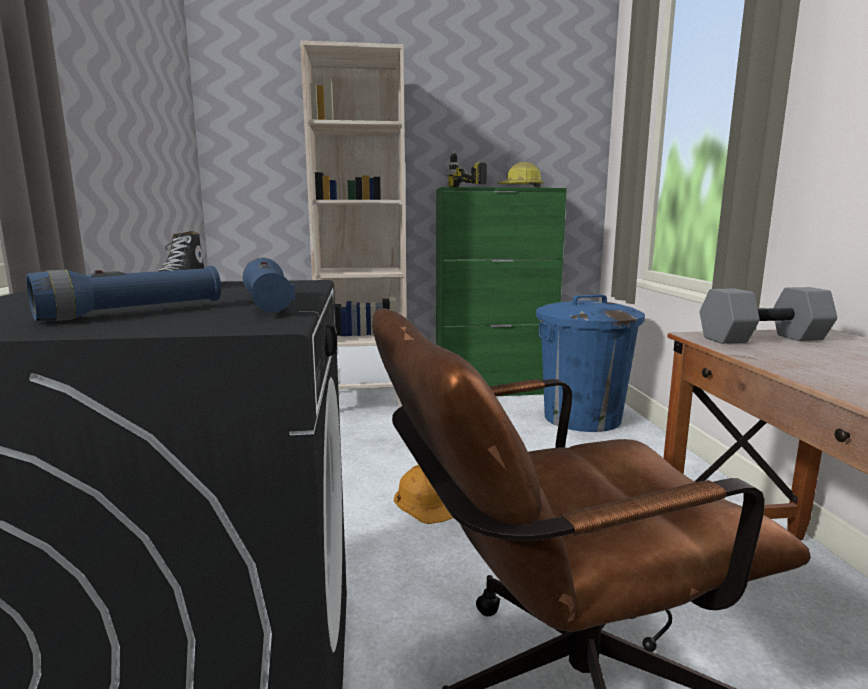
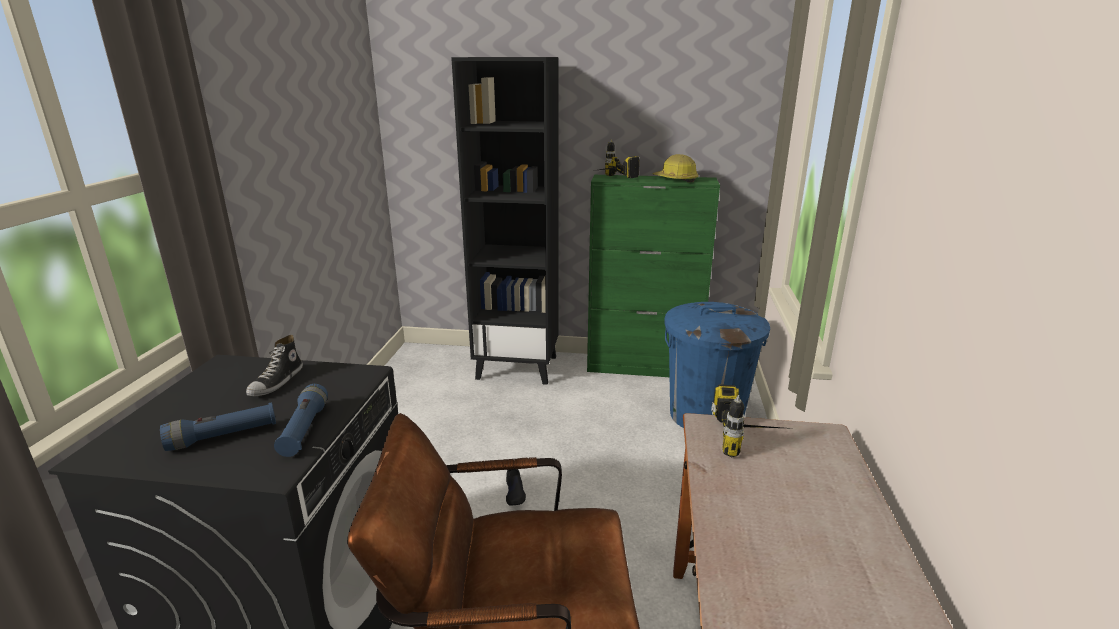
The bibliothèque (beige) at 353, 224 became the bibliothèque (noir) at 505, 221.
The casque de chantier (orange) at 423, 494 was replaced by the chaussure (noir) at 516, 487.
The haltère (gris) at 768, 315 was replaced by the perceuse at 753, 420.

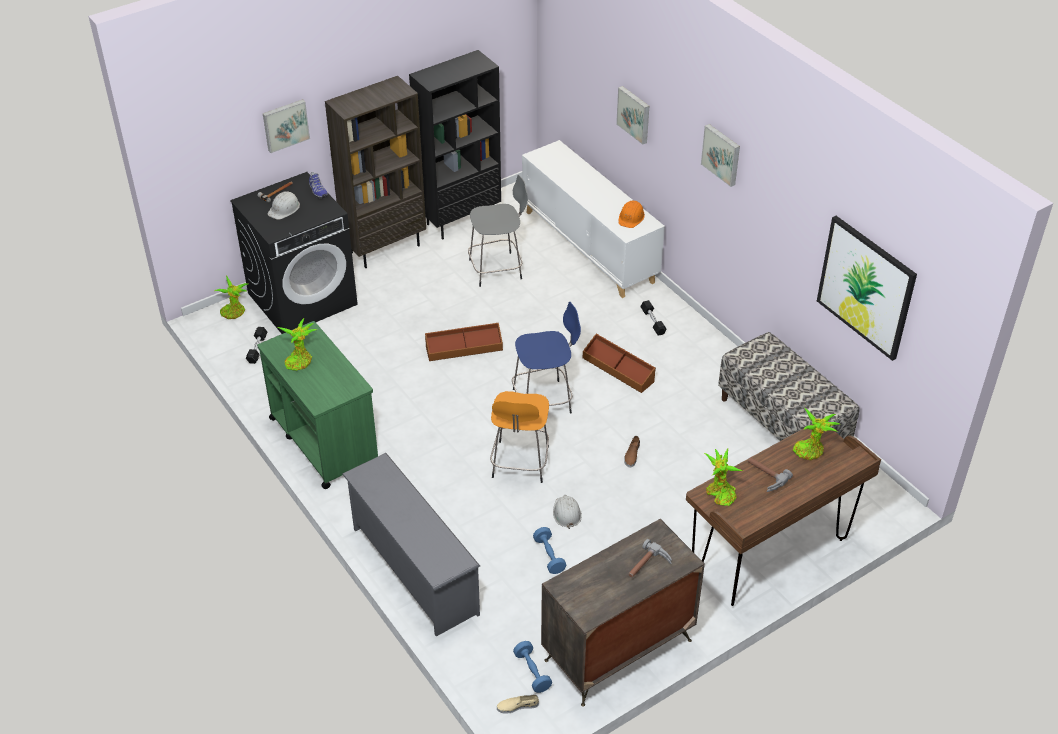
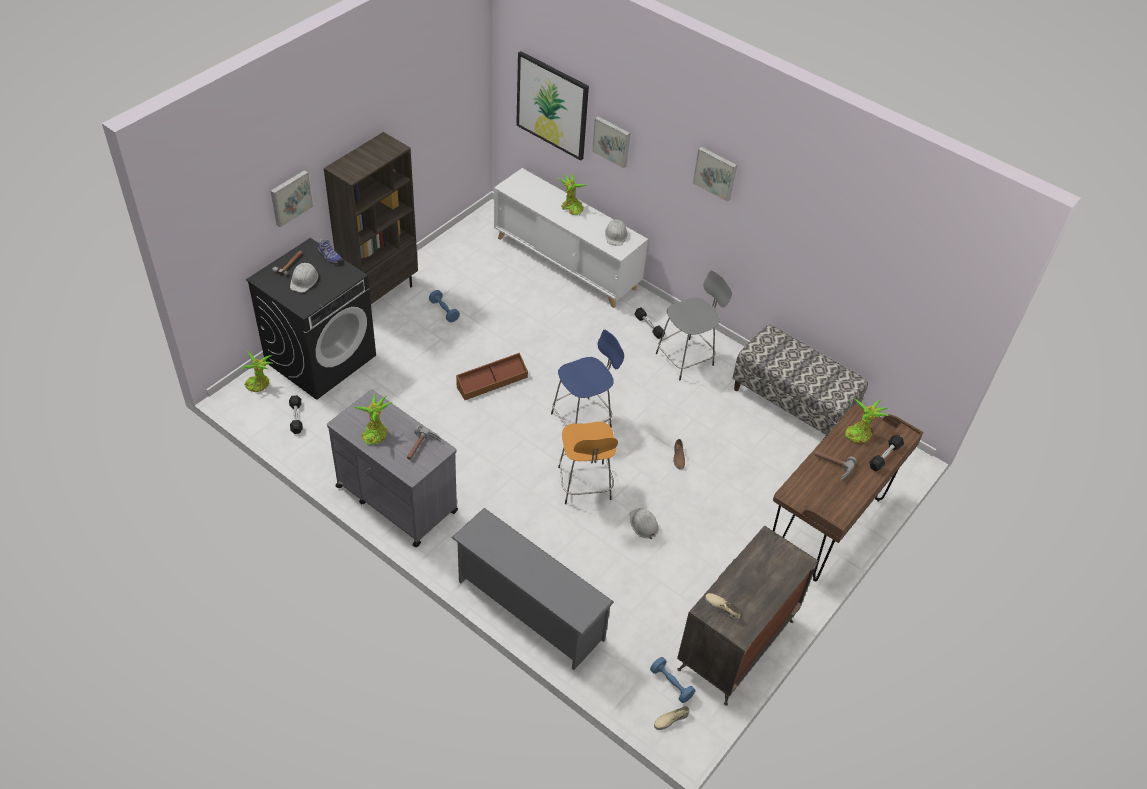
The chariot (vert) at 317, 405 became the chariot (gris) at 392, 468.
The bibliothèque (noir) at 455, 144 disappeared.
The tabouret (gris) moved from 498, 231 to 694, 325.
The haltère (bleu) moved from 549, 550 to 444, 306.
The boîte de rangement (marron) at 619, 363 disappeared.
The casque de chantier (orange) at 631, 214 became the casque de chantier (blanc) at 616, 232.
The marteau moved from 650, 558 to 424, 442.
The plante en pot moved from 723, 477 to 572, 194.
The tableau moved from 867, 288 to 552, 106.
The chaussure (beige) at 723, 607 appeared.
The haltère (noir) at 886, 453 appeared.

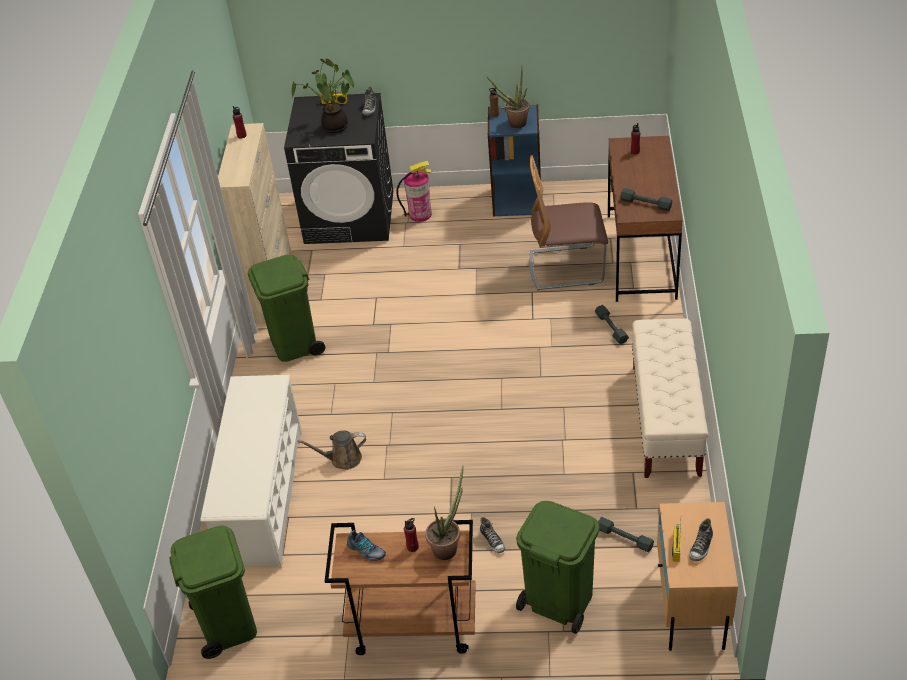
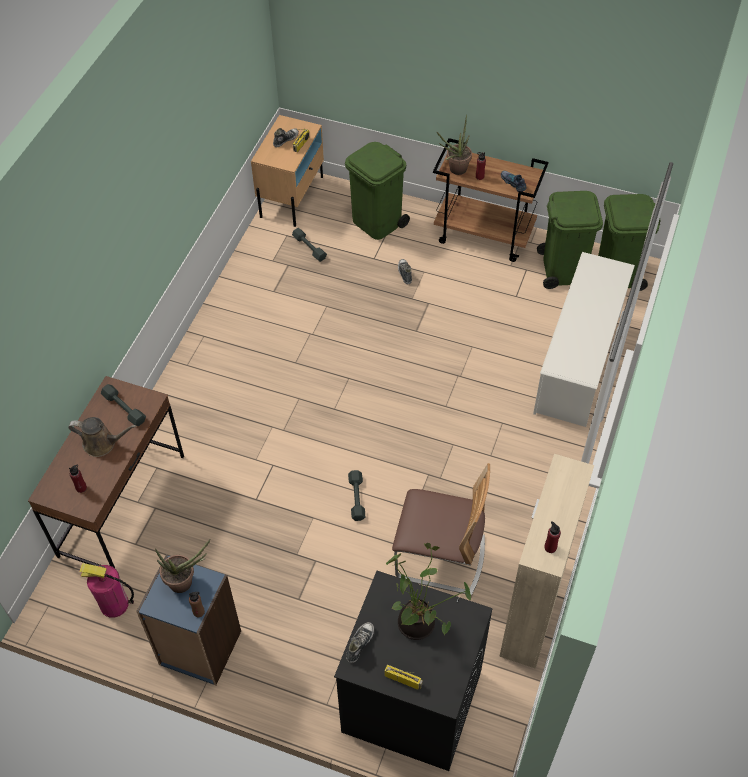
The poubelle (vert) moved from 286, 308 to 570, 240.
The arrosoir (marron) moved from 331, 450 to 102, 437.
The extincteur moved from 414, 191 to 106, 590.
The chaise moved from 568, 222 to 441, 529.
The haltère (gris) moved from 611, 324 to 356, 495.
The banc (beige) at 670, 398 disappeared.

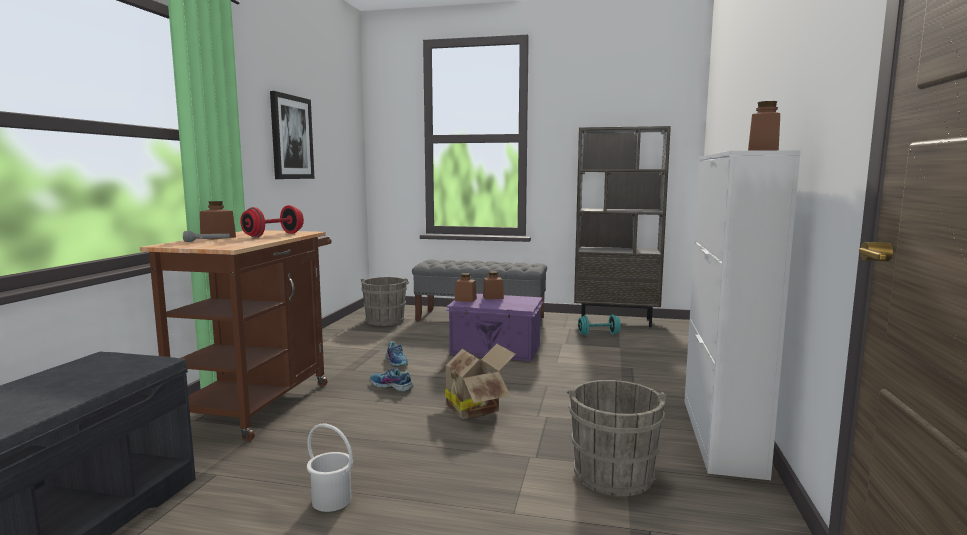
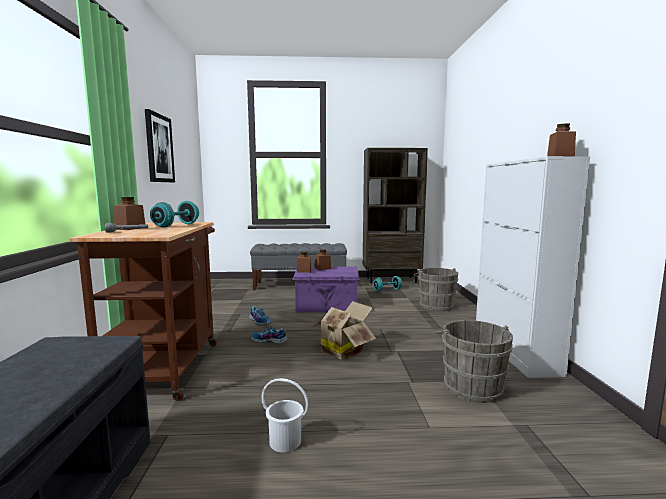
The haltère (rouge) at 272, 221 became the haltère (turquoise) at 174, 214.
The seau (gris) moved from 385, 301 to 436, 289.

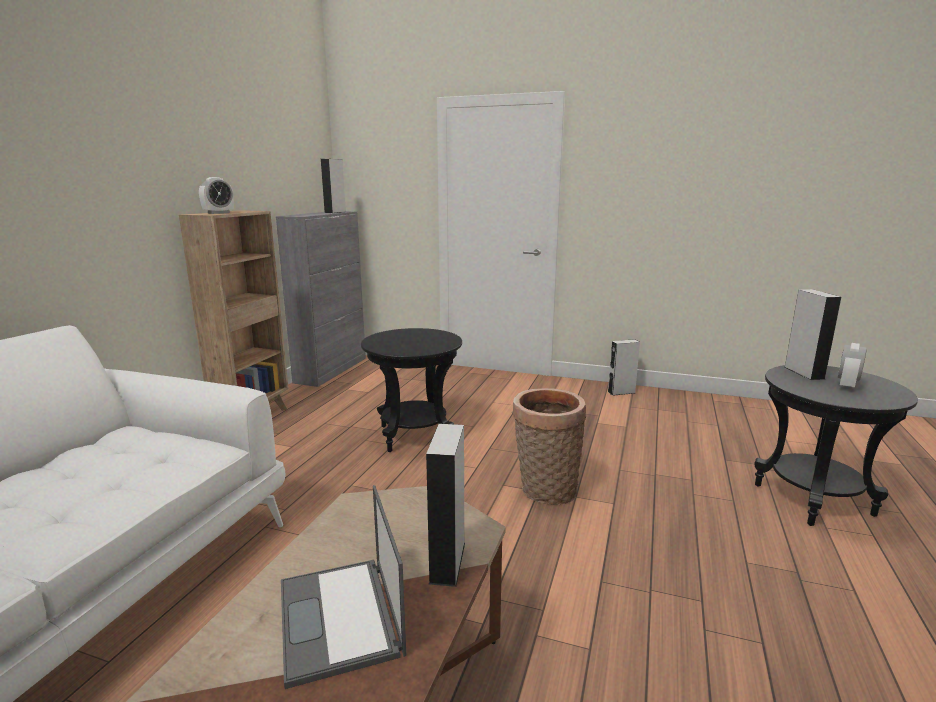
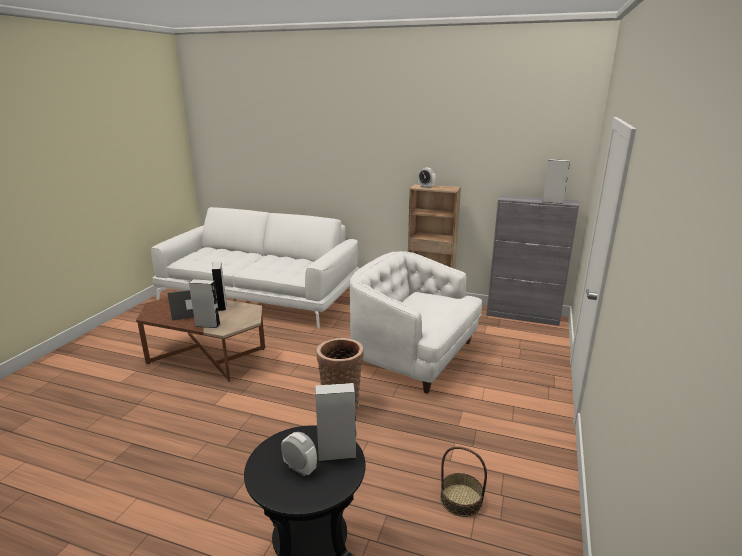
The table d'appoint (noir) at 411, 390 was replaced by the fauteuil (blanc) at 416, 322.
The enceinte (gris) moved from 624, 367 to 219, 286.
The panier at 463, 481 appeared.

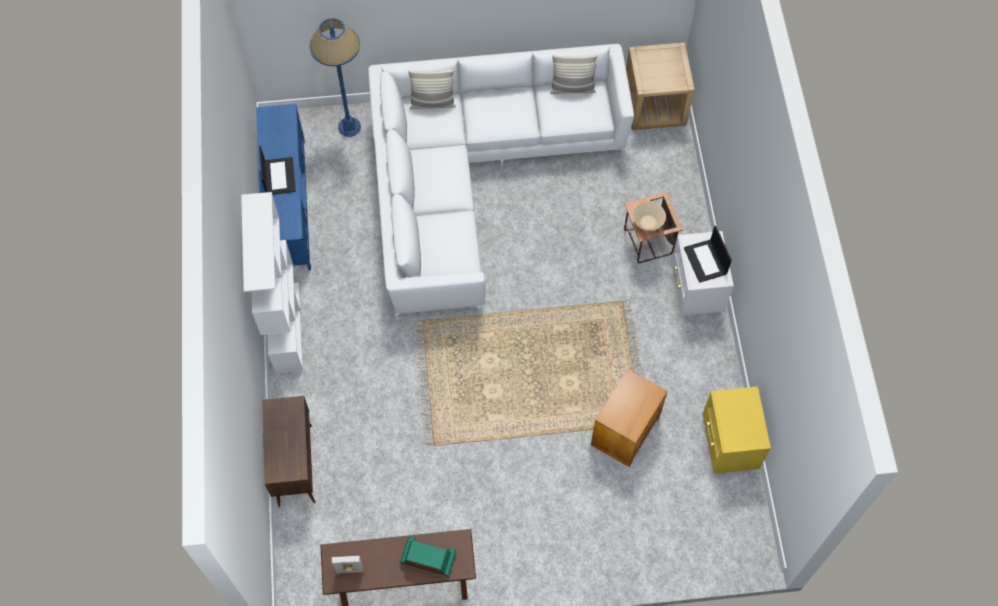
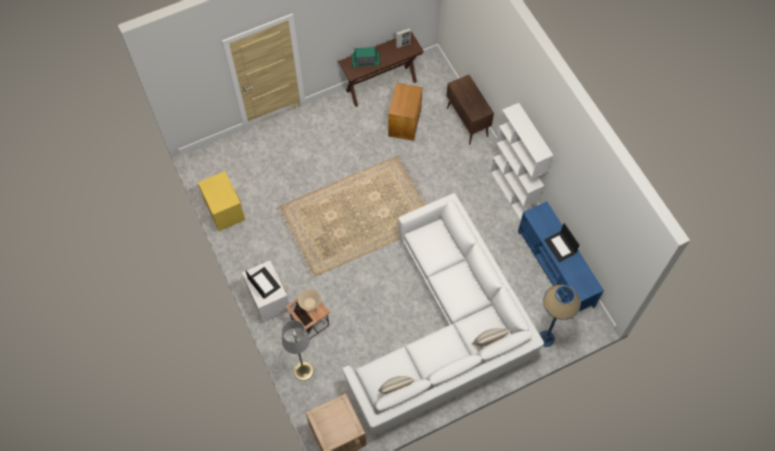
The table d'appoint (marron) moved from 629, 418 to 405, 112.
The lampadaire (gris) at 298, 350 appeared.

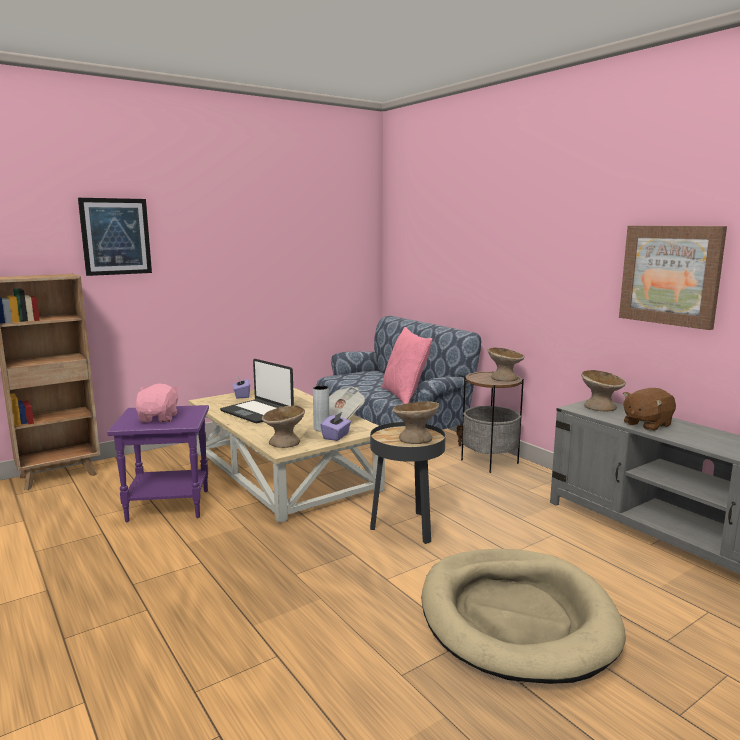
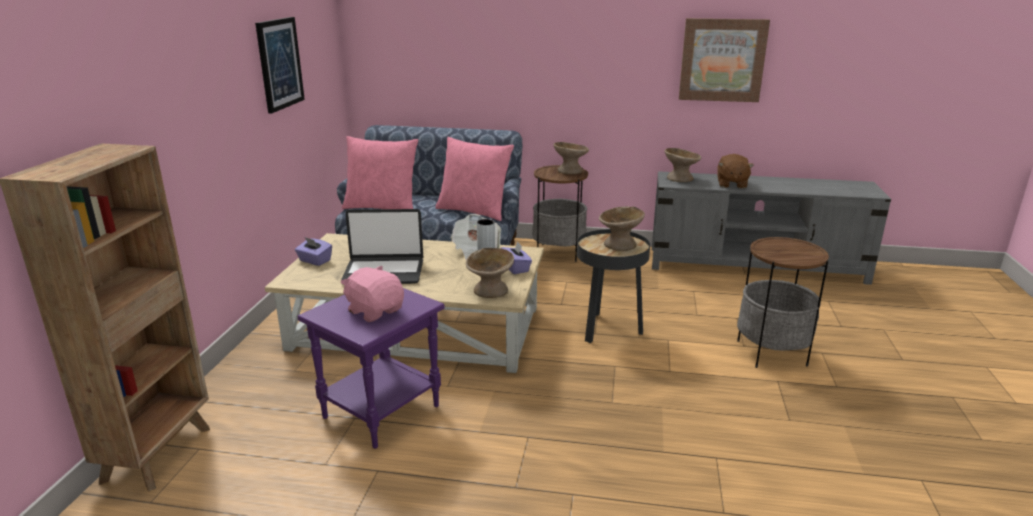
The tableau moved from 115, 237 to 280, 65.
The panier pour chien (beige) at 523, 616 was replaced by the table d'appoint at 783, 302.
The coussin (rose) at 380, 172 appeared.

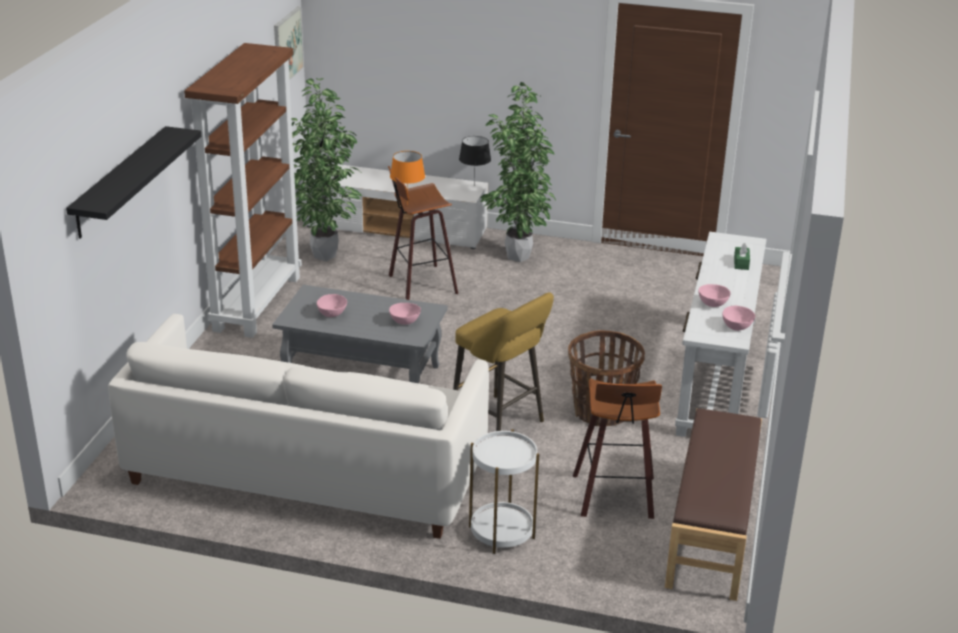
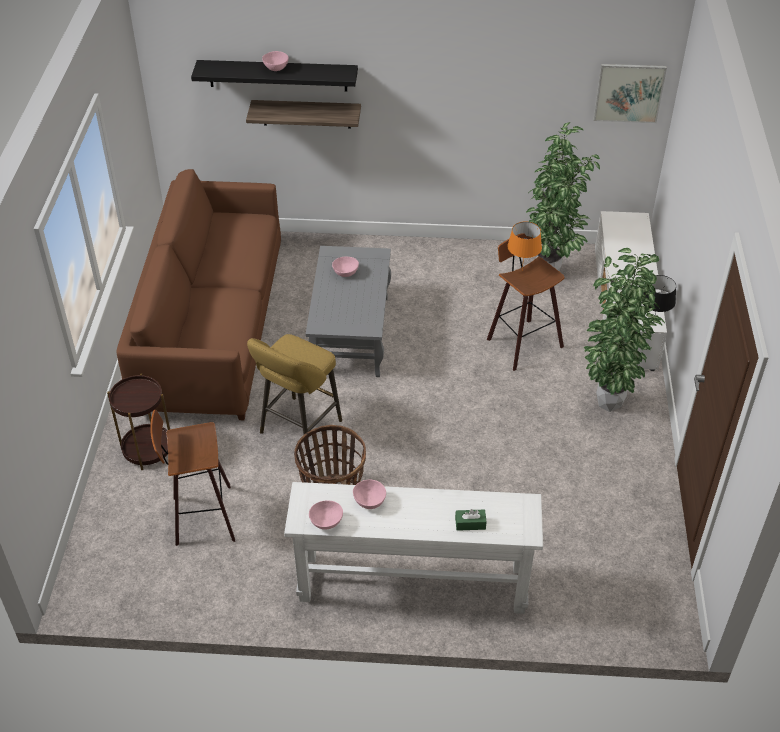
The canapé (blanc) at 298, 426 became the canapé (marron) at 198, 294.
The bibliothèque (marron) at 243, 190 disappeared.
The bol (rose) moved from 405, 314 to 275, 61.
The table d'appoint (blanc) at 504, 491 became the table d'appoint (marron) at 138, 421.
The banc (marron) at 713, 504 disappeared.
The étagère at 303, 114 appeared.

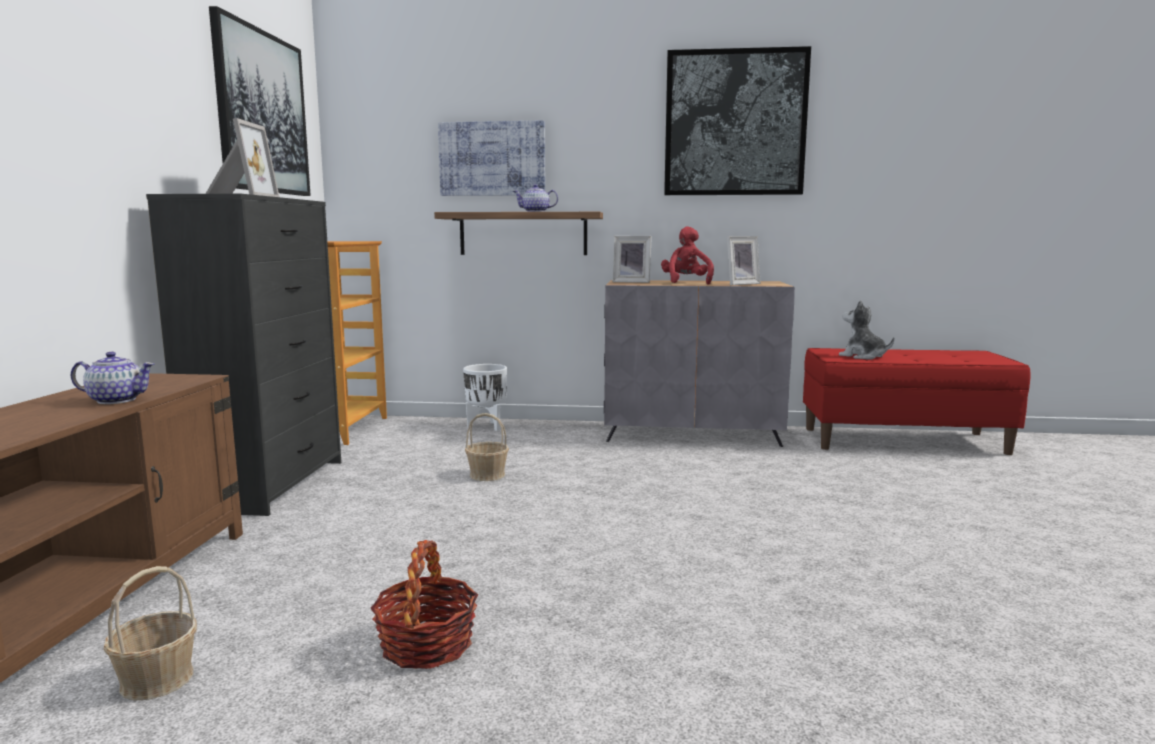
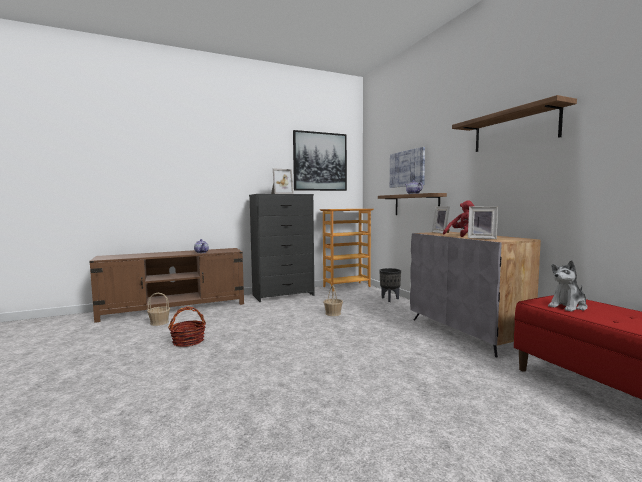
The cache-pot (blanc) at 485, 397 became the cache-pot (noir) at 390, 285.
The tableau at 737, 120 was replaced by the étagère at 514, 123.
The peluche at 866, 329 turned 135 degrees counterclockwise.

